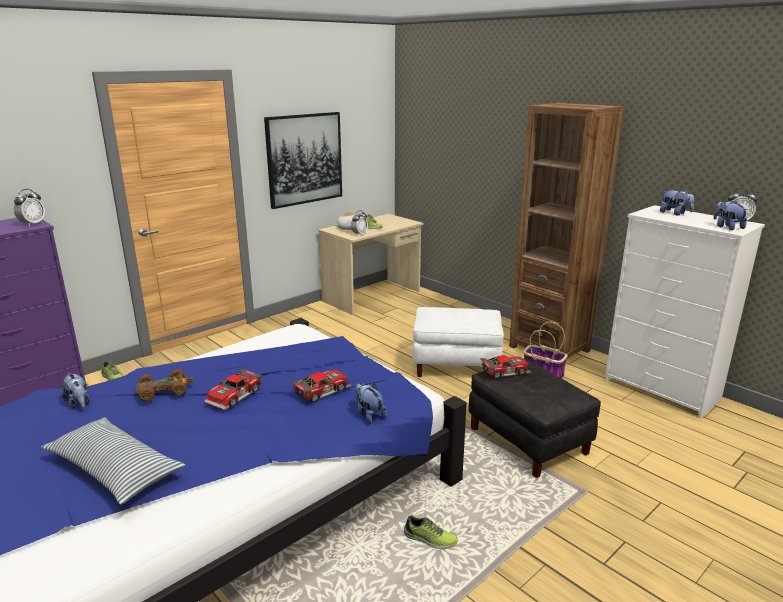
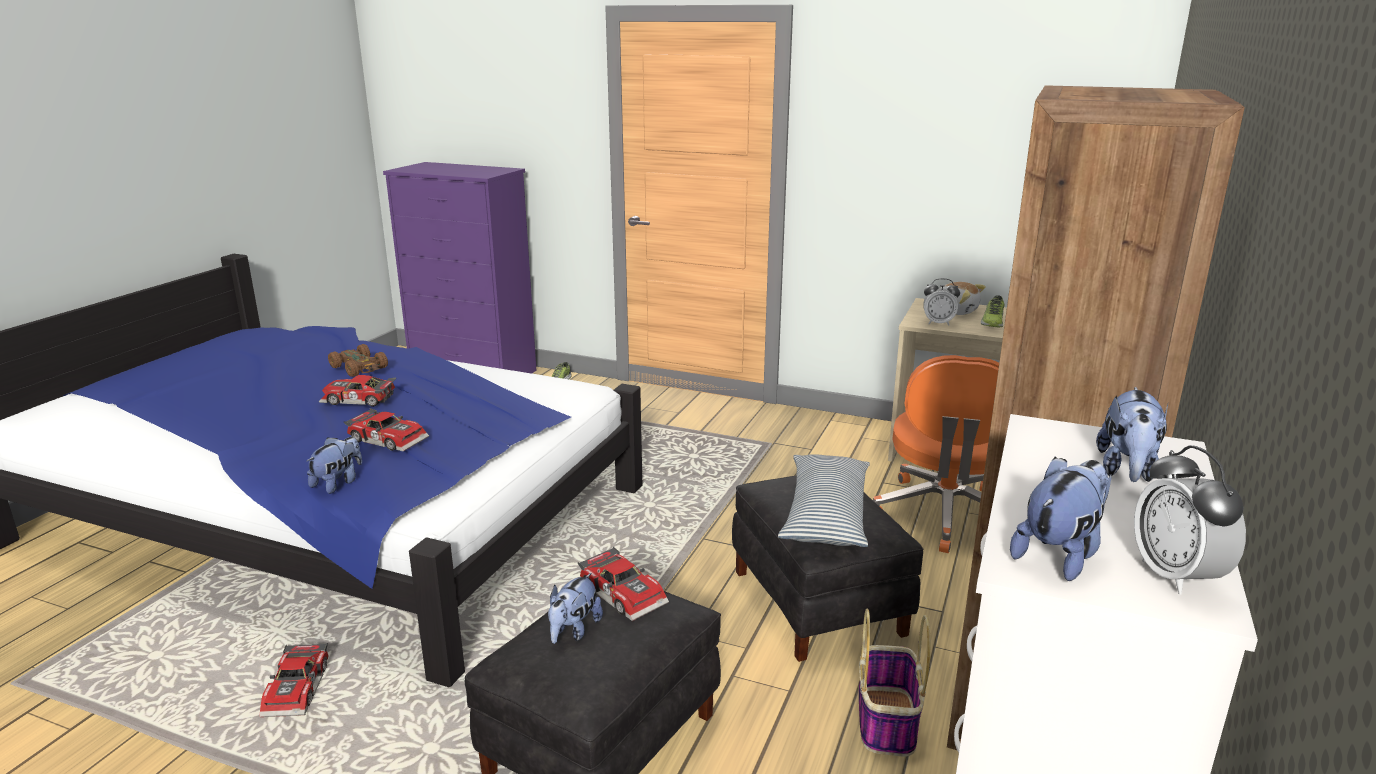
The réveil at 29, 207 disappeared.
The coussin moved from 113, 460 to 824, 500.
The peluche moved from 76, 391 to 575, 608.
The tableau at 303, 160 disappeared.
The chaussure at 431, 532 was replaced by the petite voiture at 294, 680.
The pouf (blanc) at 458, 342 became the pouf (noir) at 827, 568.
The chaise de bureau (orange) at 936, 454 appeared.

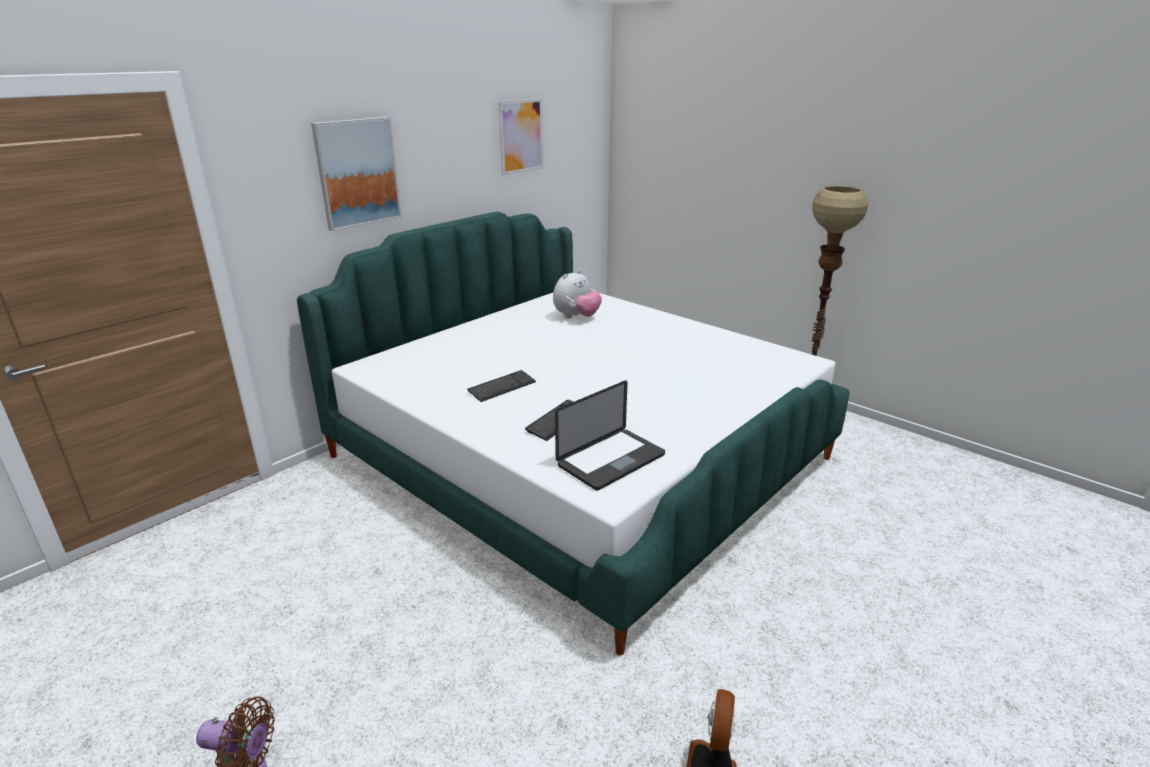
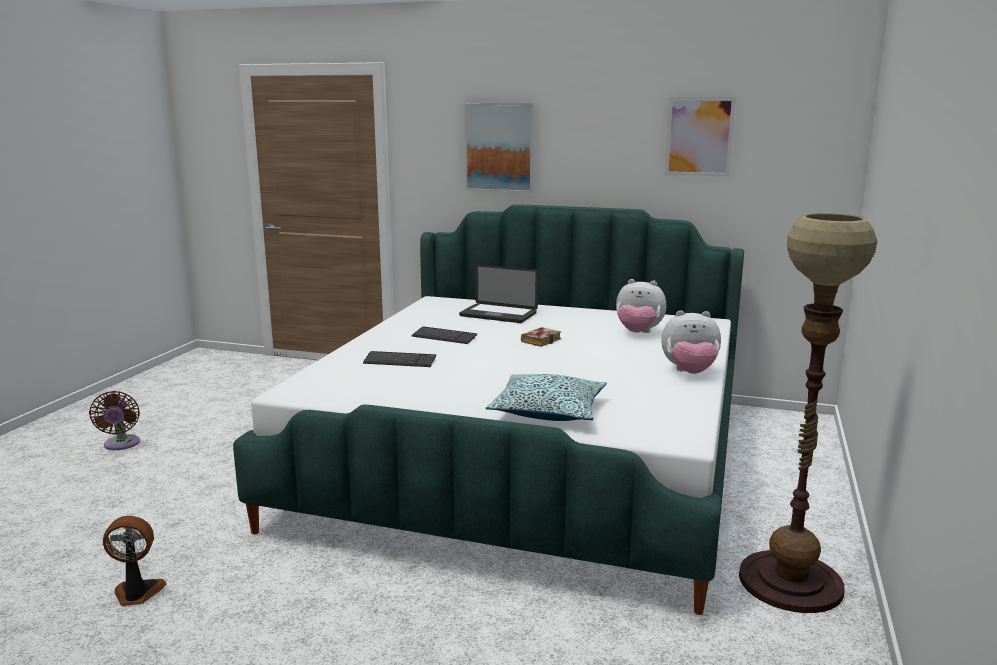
The ordinateur portable moved from 610, 435 to 498, 293.
The coussin at 546, 397 appeared.
The livre at 541, 337 appeared.
The peluche at 691, 342 appeared.

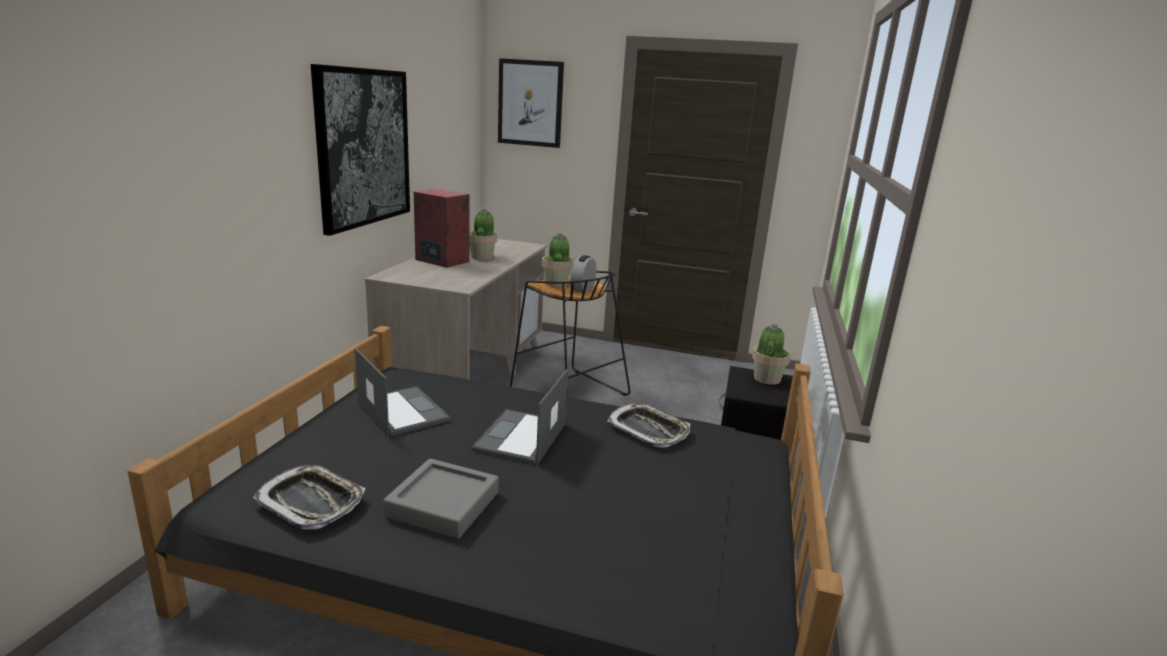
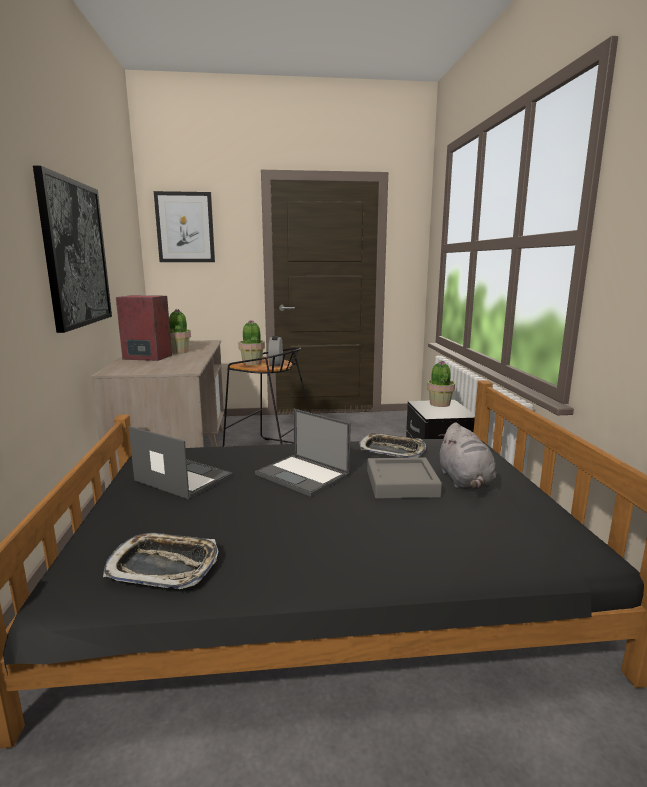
The plateau (gris) moved from 441, 498 to 404, 478.
The ordinateur portable at 520, 417 turned 45 degrees counterclockwise.
The peluche (gris) at 467, 456 appeared.

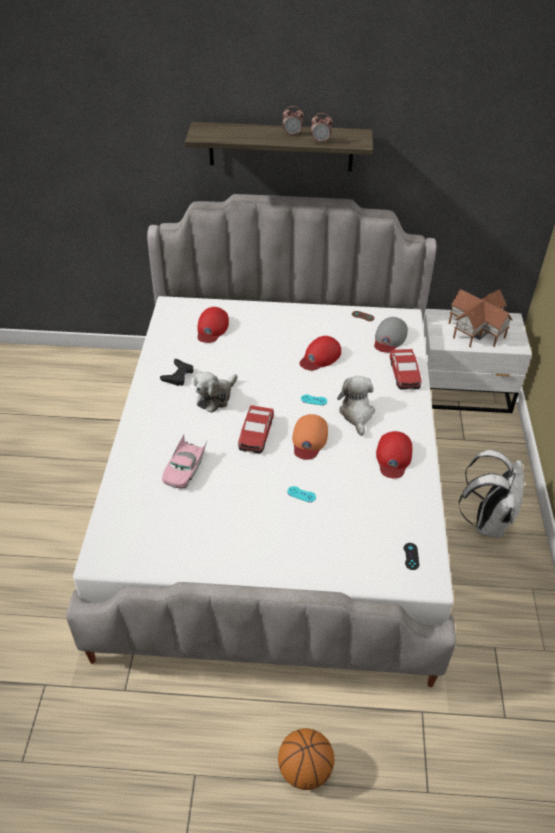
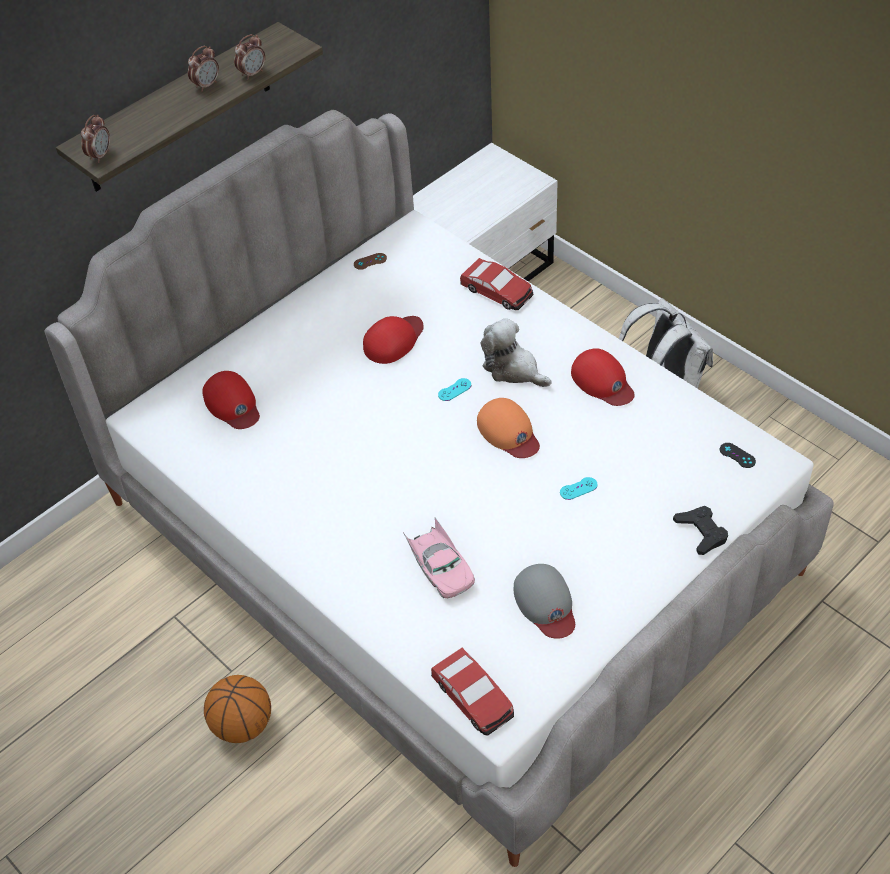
The manette (noir) moved from 176, 372 to 700, 530.
The peluche at 215, 392 disappeared.
The petite voiture moved from 256, 429 to 472, 691.
The ballon de basket moved from 306, 759 to 237, 709.
The casquette (rouge) at 320, 353 turned 135 degrees counterclockwise.
The casquette (gris) moved from 391, 335 to 544, 601.
The maison miniature at 480, 318 disappeared.
The réveil at 95, 139 appeared.

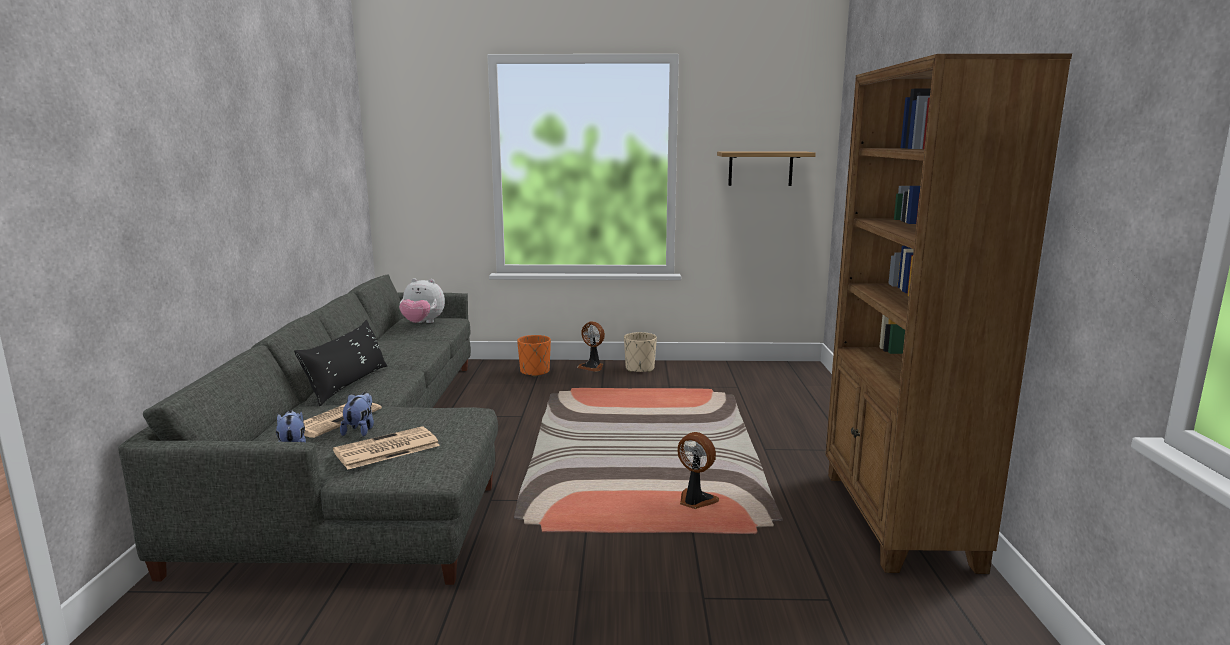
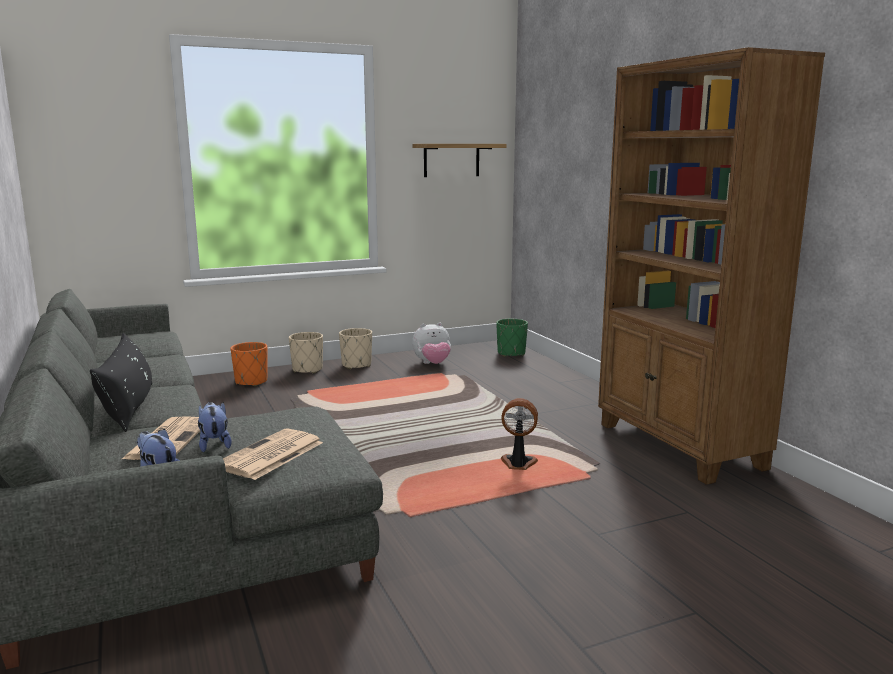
The peluche moved from 422, 300 to 431, 343.
The ventilateur at 591, 346 was replaced by the cache-pot (beige) at 306, 352.
The cache-pot (vert) at 512, 338 appeared.

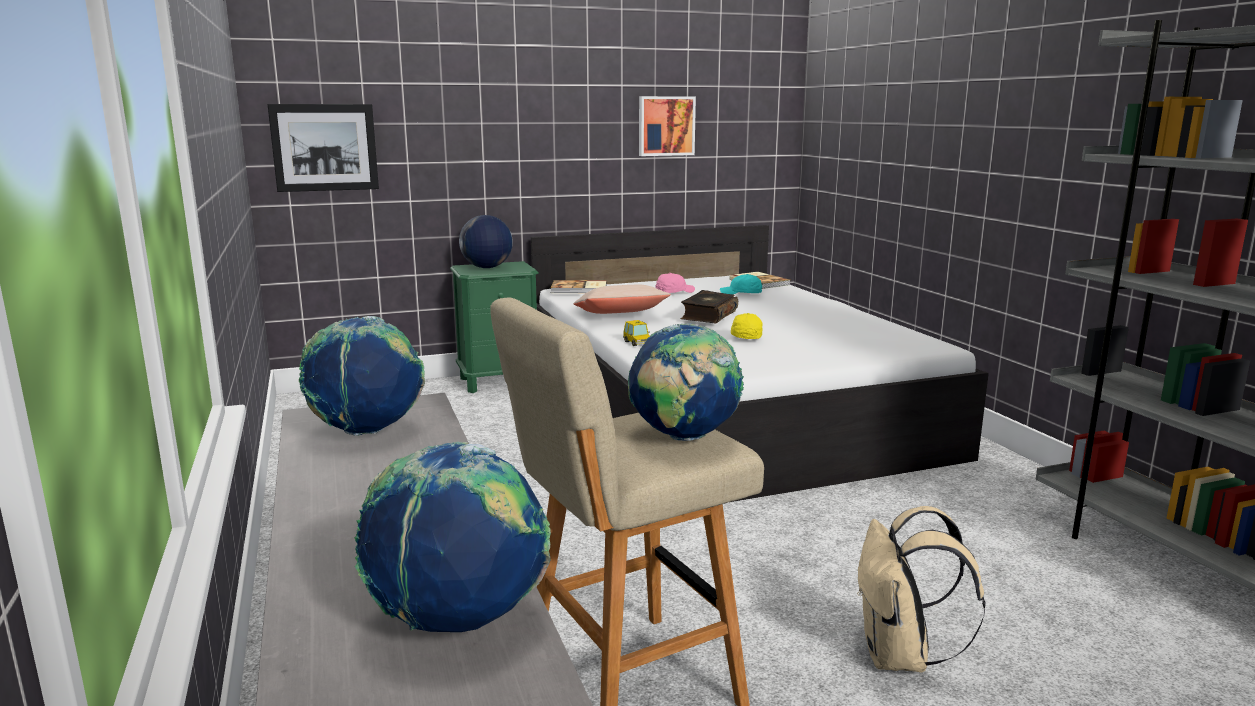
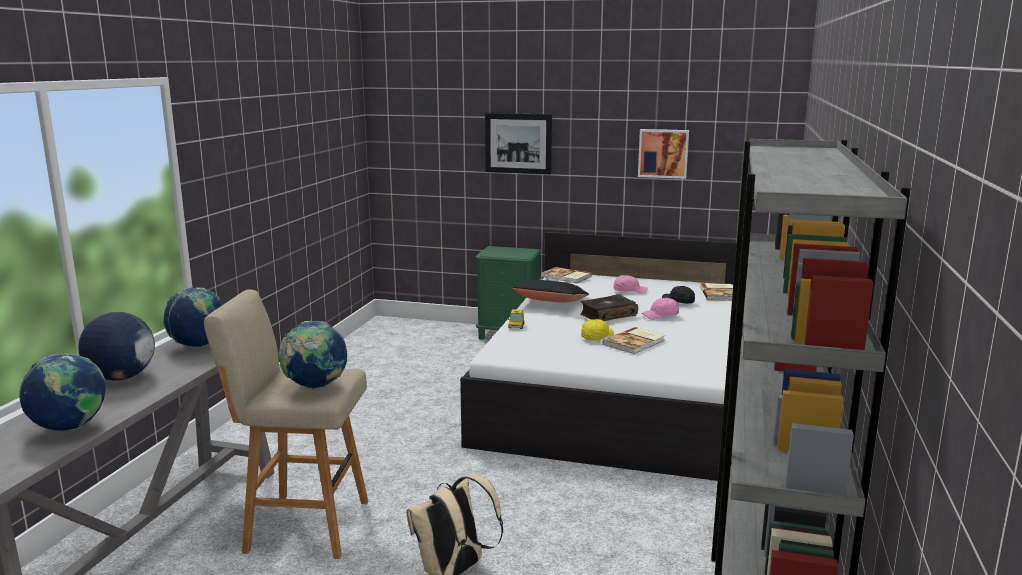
The tableau moved from 323, 148 to 518, 143.
The globe moved from 486, 241 to 116, 346.
The coussin (beige) at 622, 299 became the coussin (noir) at 550, 291.
The casquette (turquoise) at 741, 284 became the casquette (noir) at 678, 295.
The livre at 633, 340 appeared.
The casquette (rose) at 660, 309 appeared.

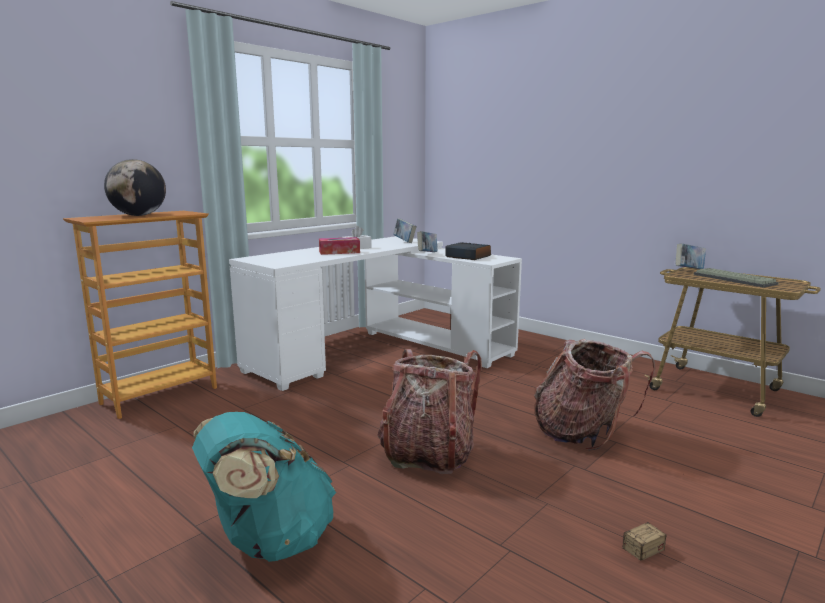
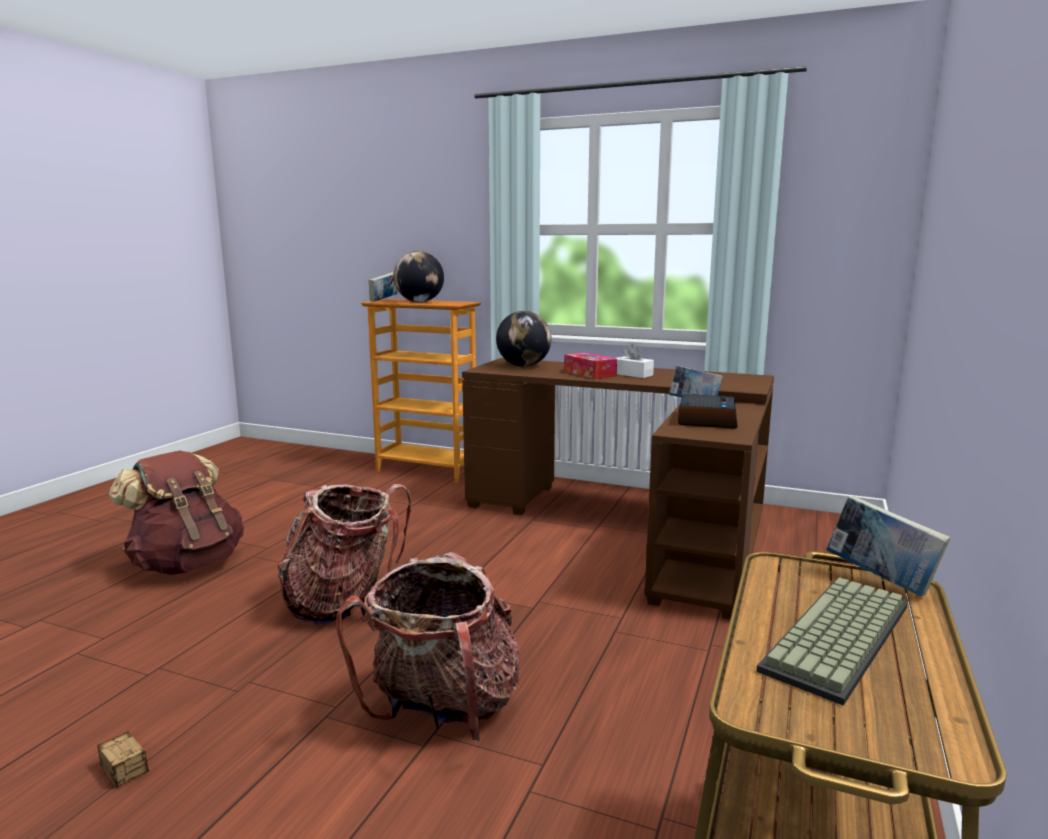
The sac à dos (turquoise) at 264, 487 became the sac à dos (marron) at 176, 513.
The bureau (blanc) at 375, 313 became the bureau (marron) at 618, 489.
The livre moved from 405, 230 to 383, 287.
The globe at 524, 339 appeared.

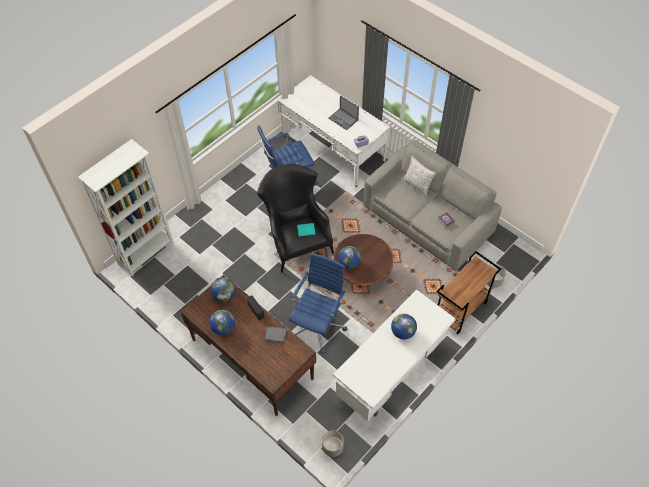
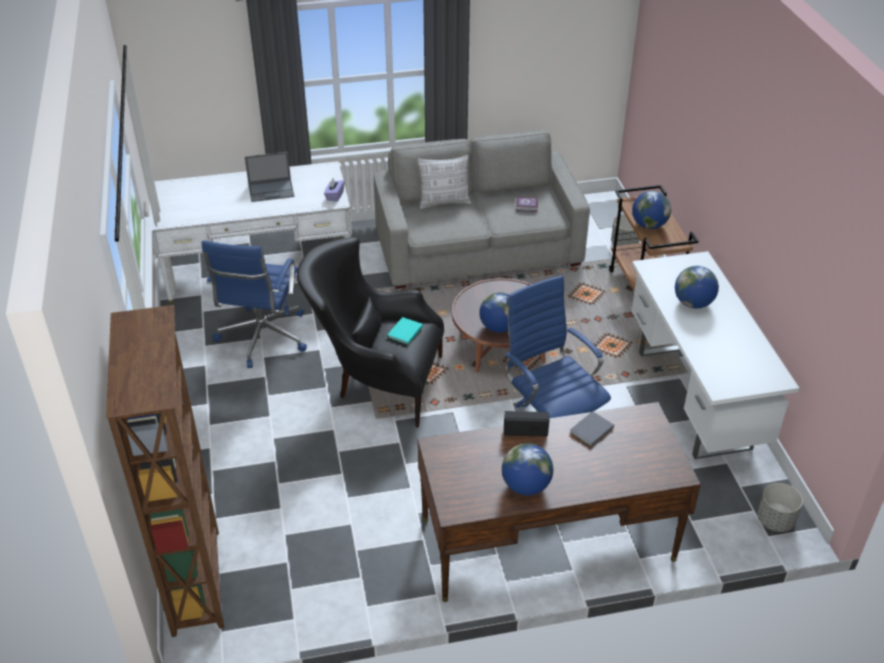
The bibliothèque (blanc) at 126, 207 became the bibliothèque (marron) at 165, 471.
The globe moved from 223, 289 to 651, 210.

